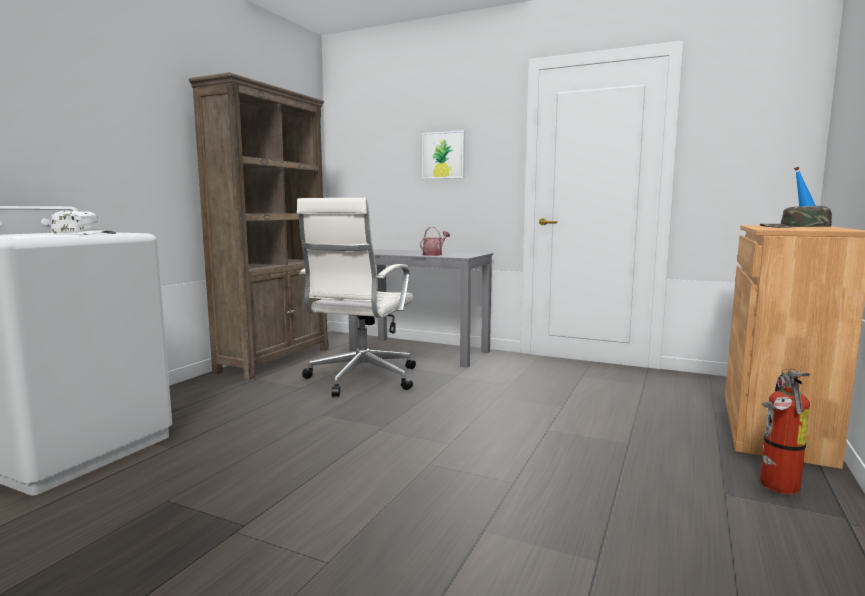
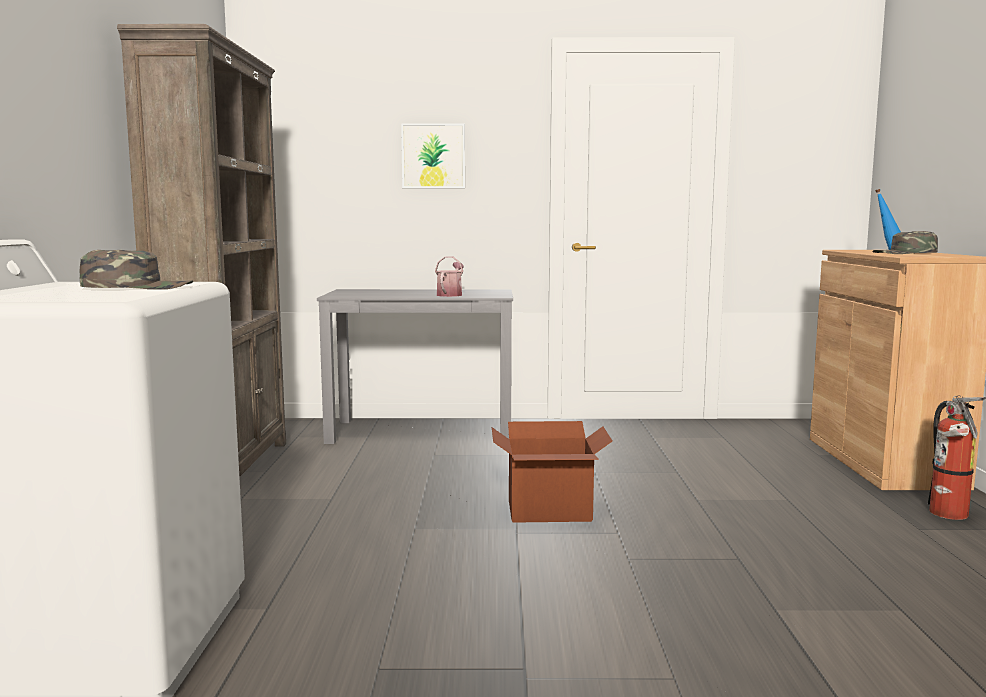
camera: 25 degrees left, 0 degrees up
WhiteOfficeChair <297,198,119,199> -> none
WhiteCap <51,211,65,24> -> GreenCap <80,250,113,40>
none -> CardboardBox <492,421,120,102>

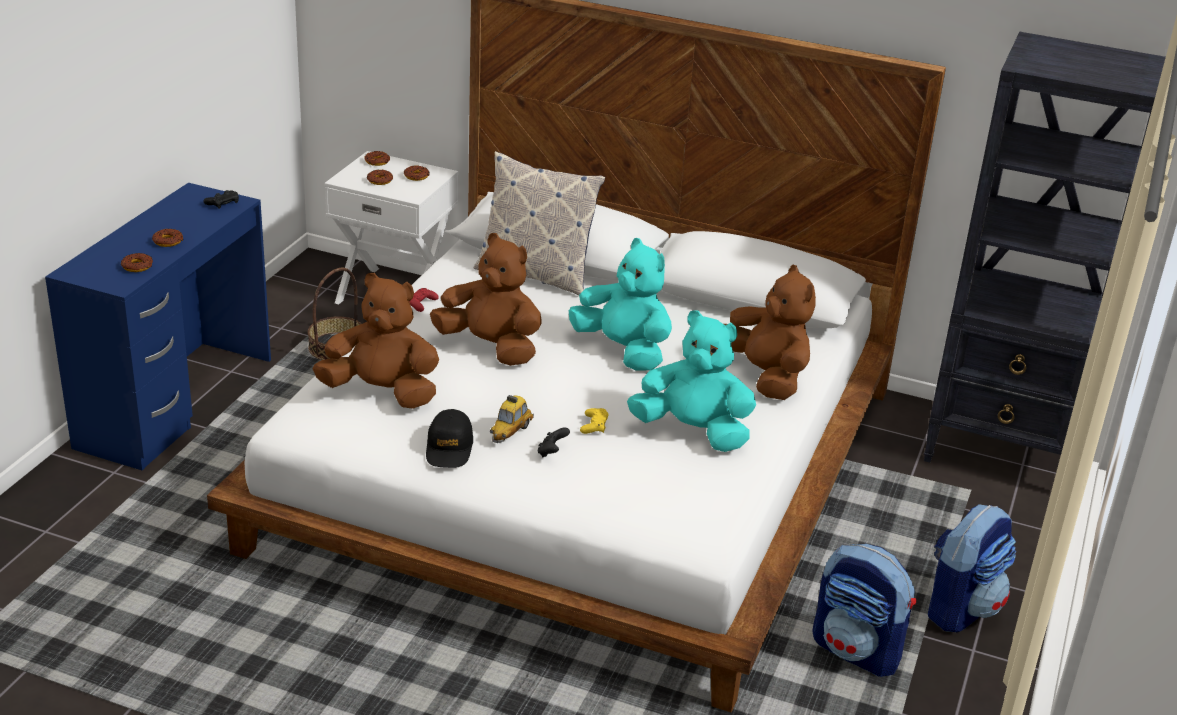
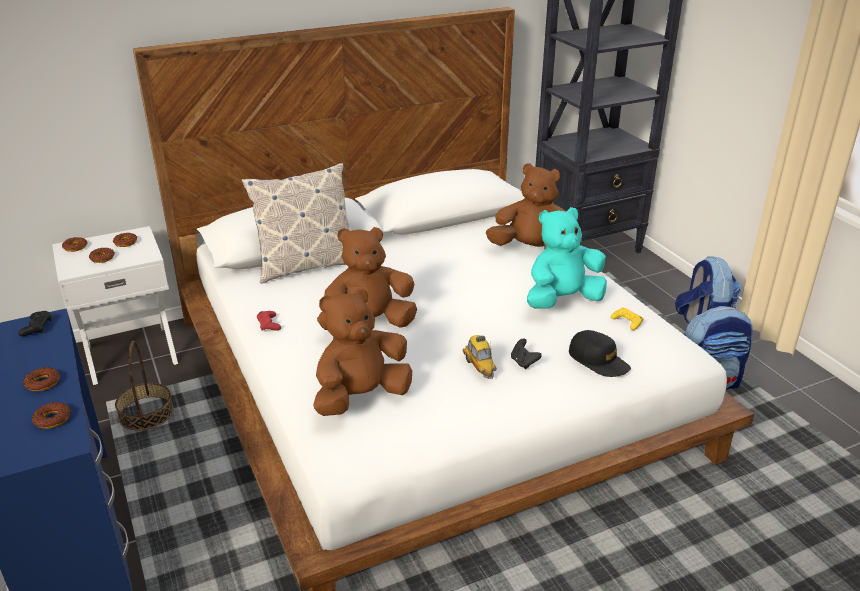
camera: 45 degrees left, 0 degrees up
TurquoisePlushToy <569,238,103,132> -> none
YellowGameController <580,408,29,26> -> YellowGameController <611,308,32,22>, relocated
BlackCap <426,409,47,59> -> BlackCap <569,330,62,47>, relocated

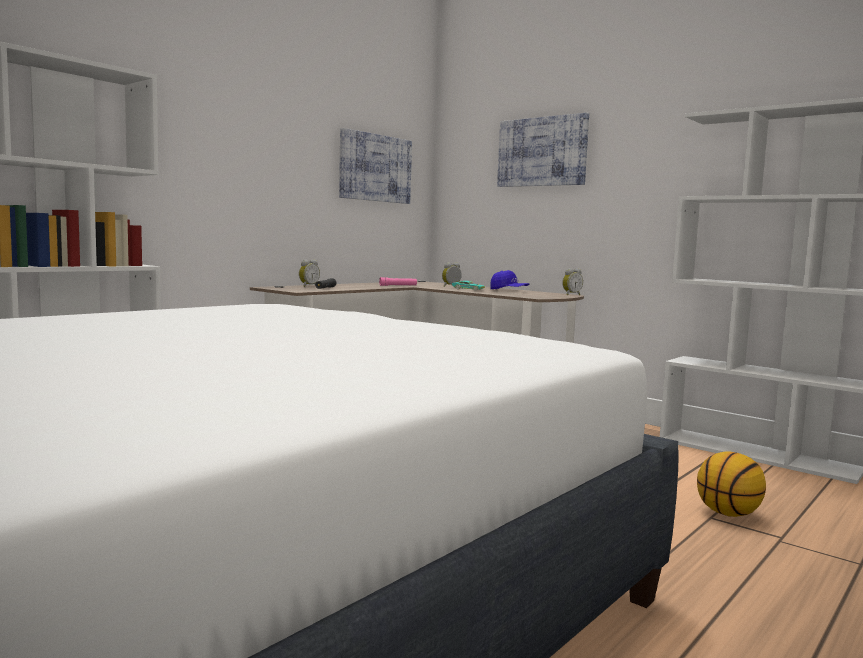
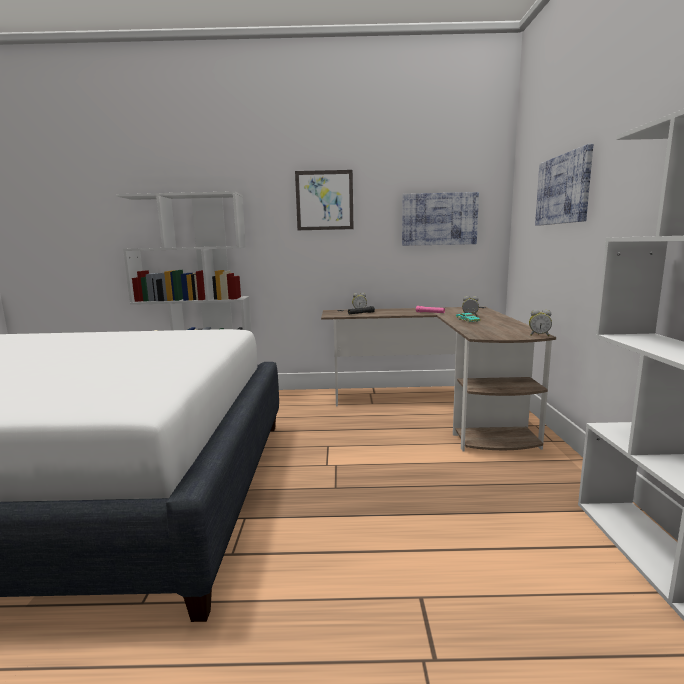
camera: 50 degrees right, 5 degrees up
BlueCap <490,270,39,20> -> none
Basketball <697,452,69,65> -> none
none -> Picture <295,170,59,60>

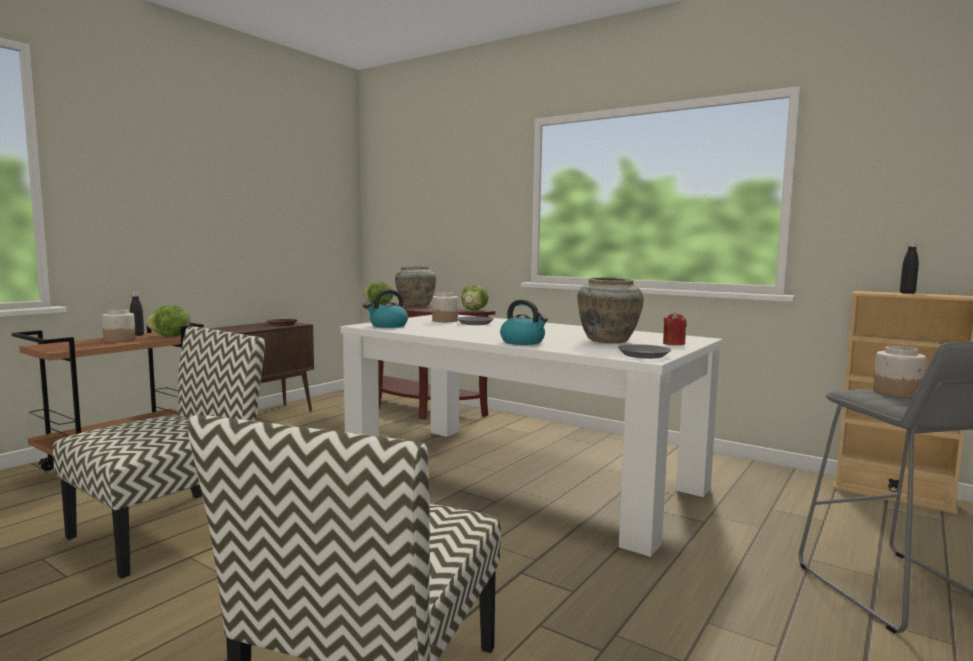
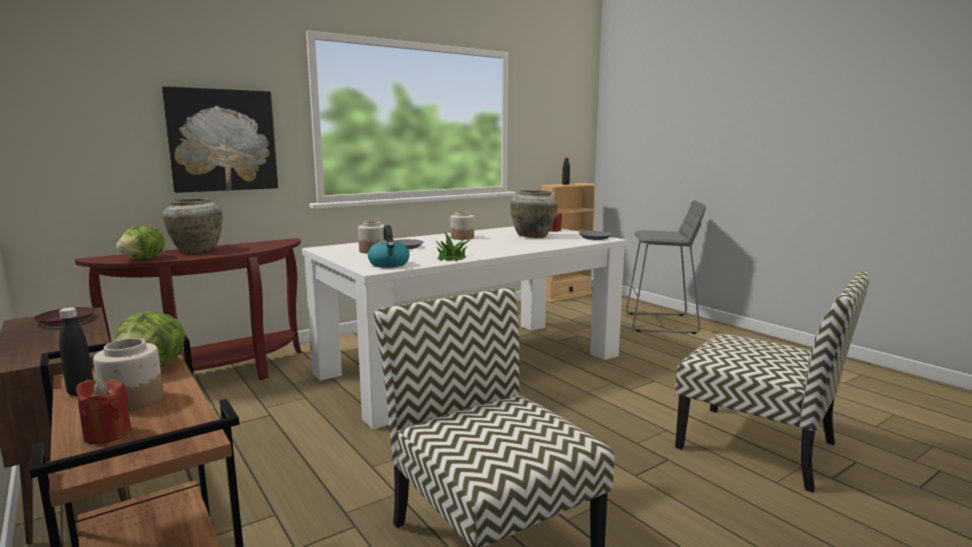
camera: 70 degrees left, 5 degrees up
Lettuce <462,285,26,25> -> none
Kettle <500,299,48,46> -> none
Jar <873,346,53,52> -> Jar <451,212,23,28>, relocated
none -> Picture <162,86,116,107>
none -> PottedPlant <435,231,35,30>
none -> RedCandle <75,378,56,66>

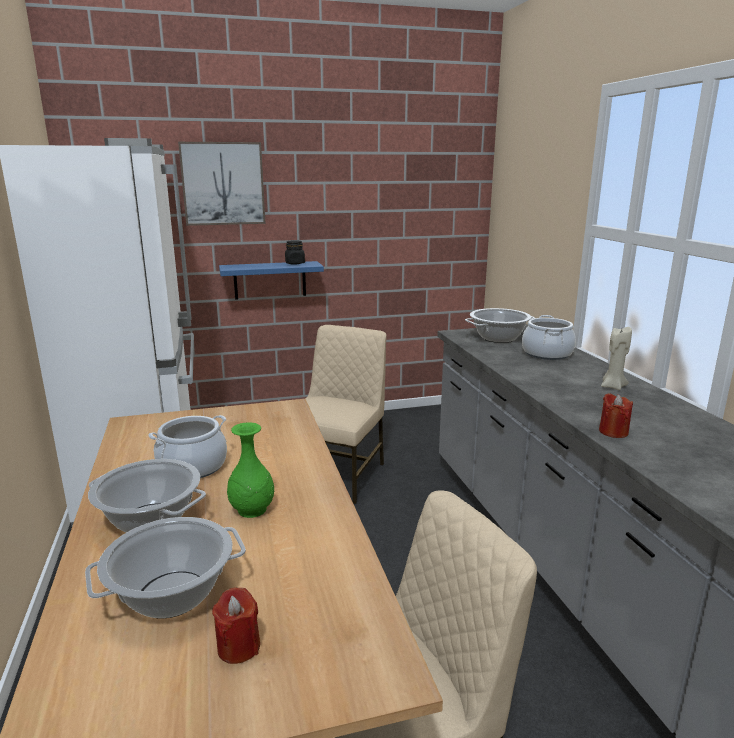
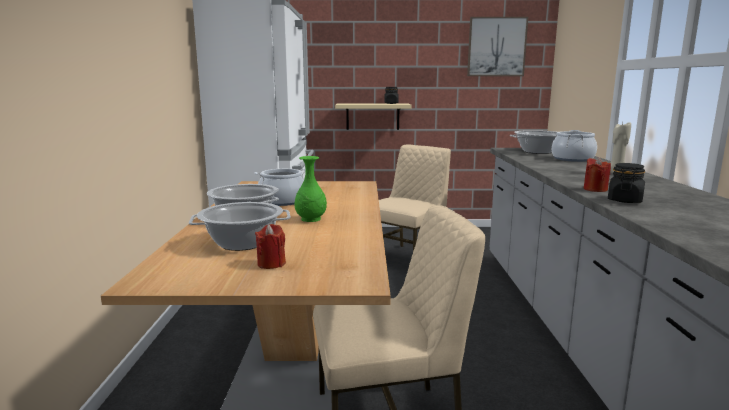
camera: 15 degrees right, 5 degrees down
Picture <178,142,88,84> -> Picture <467,17,61,59>, relocated
BlueShelf <219,261,105,39> -> BeigeShelf <335,104,76,26>
none -> BlackJar <608,163,37,40>

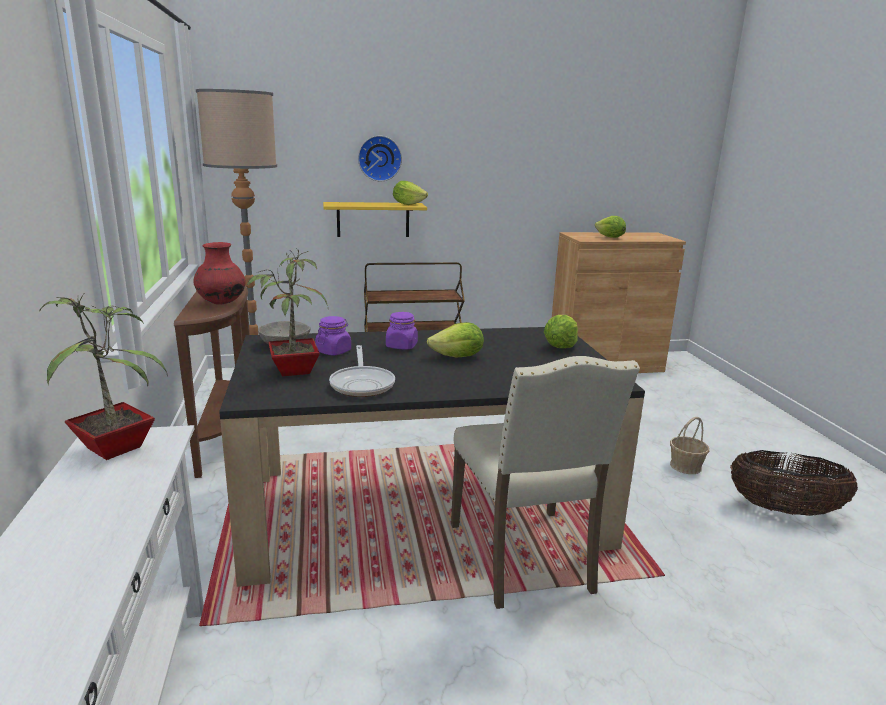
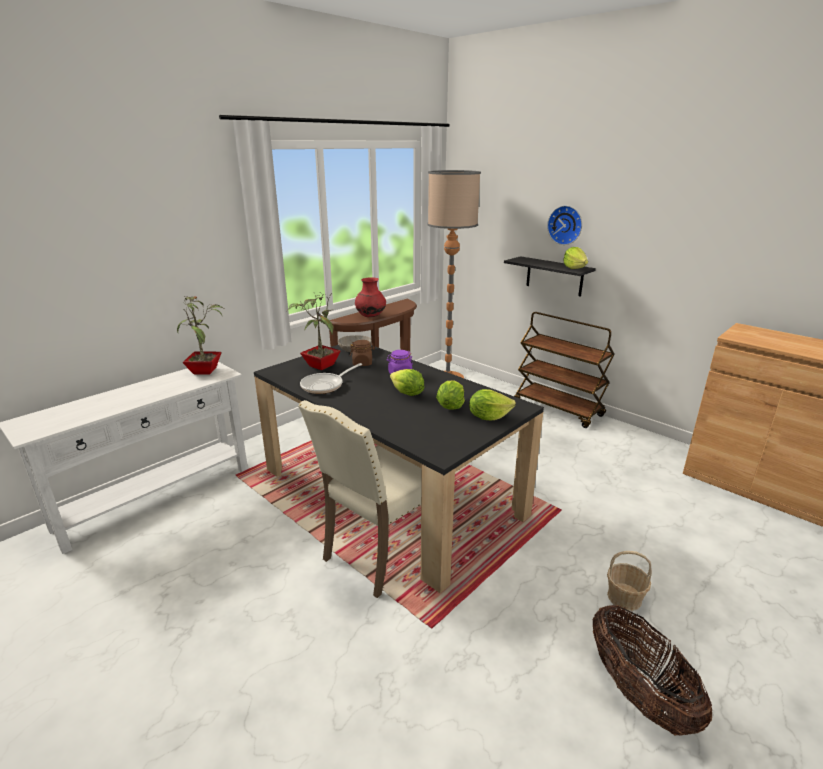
camera: 55 degrees right, 5 degrees up
YellowShelf <323,202,104,35> -> BlackShelf <504,256,92,41>
Lettuce <595,216,31,22> -> Lettuce <436,381,29,28>, relocated
PurpleJar <315,316,36,40> -> BrownJar <350,340,25,26>

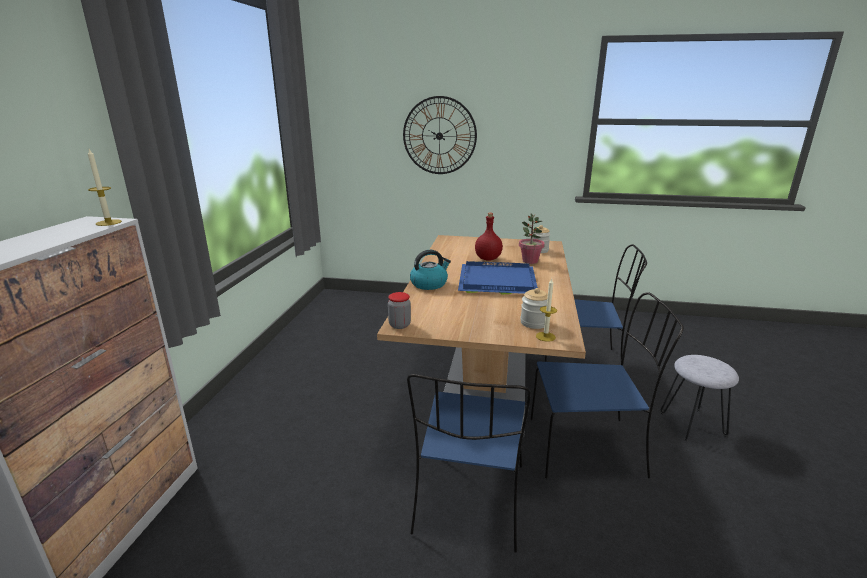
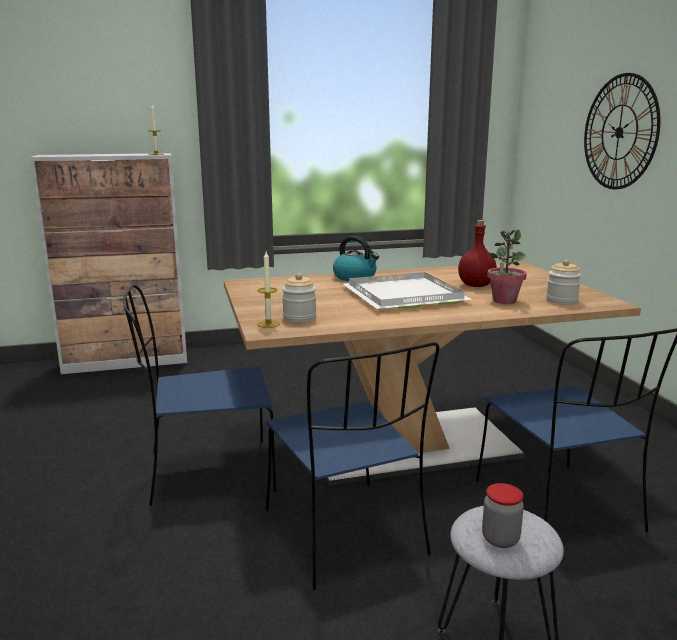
camera: 65 degrees right, 5 degrees down
BlueTray <458,261,80,33> -> WhiteTray <343,272,130,37>
Jar <388,292,23,37> -> Jar <482,483,42,65>, relocated

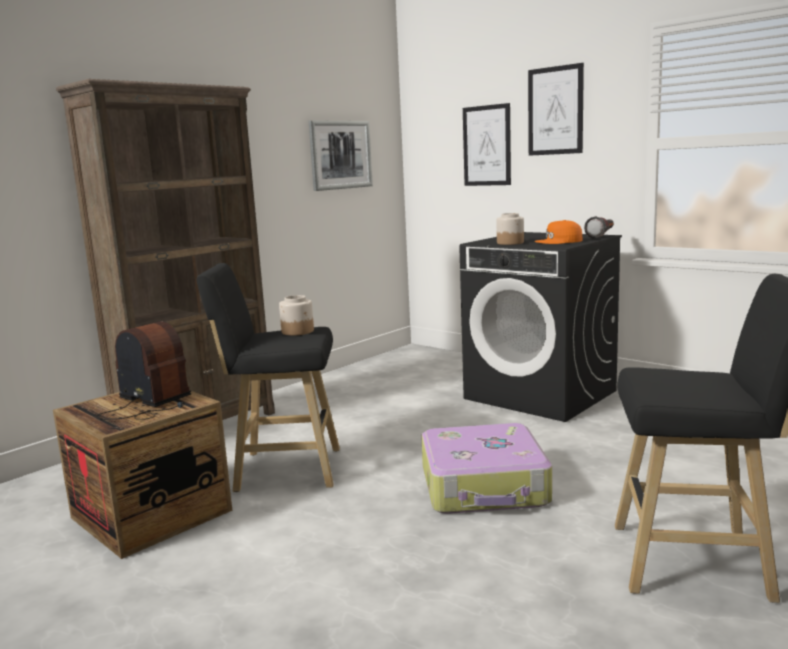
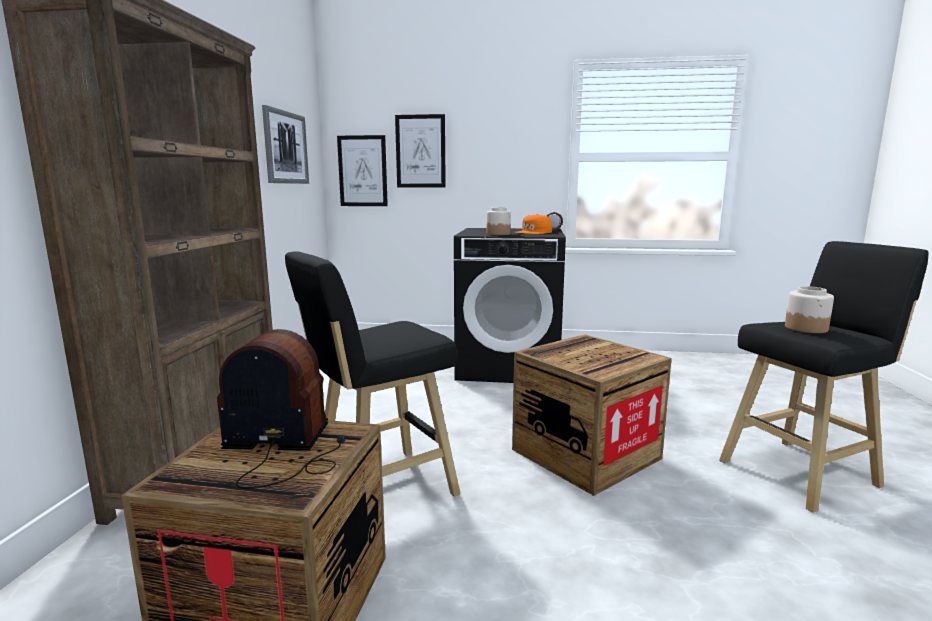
camera: 35 degrees left, 0 degrees up
Picture <528,63,56,93> -> Picture <337,135,51,71>, relocated
Jar <279,295,35,41> -> Jar <785,286,49,47>, relocated
Suitcase <421,423,131,91> -> Crate <512,334,160,162>

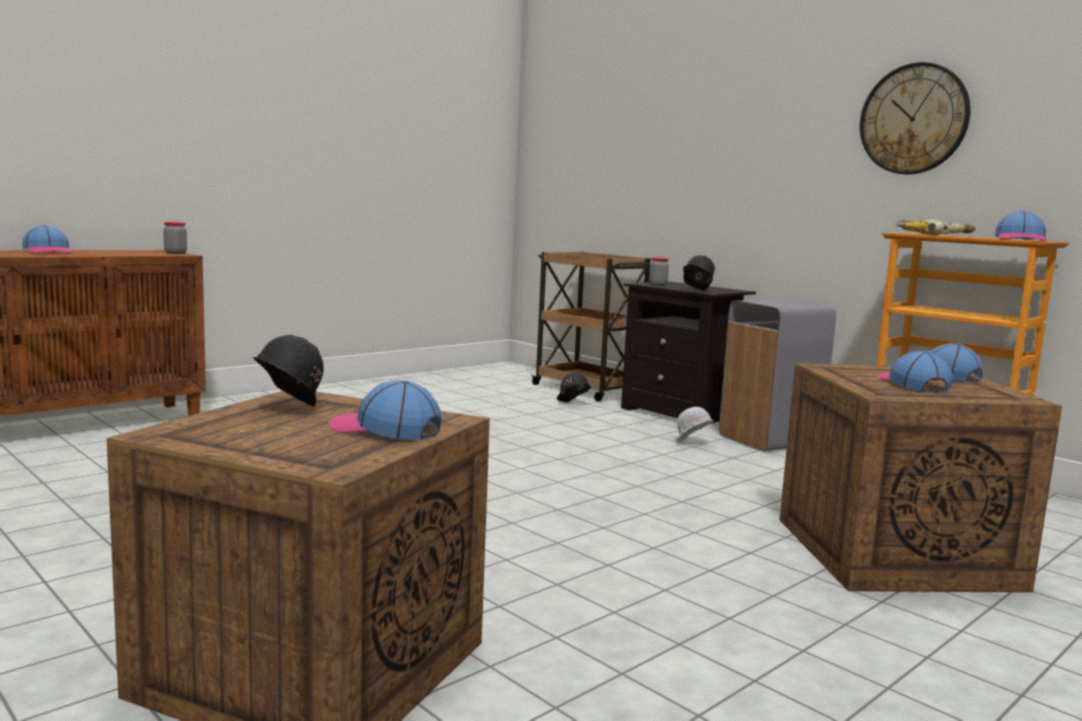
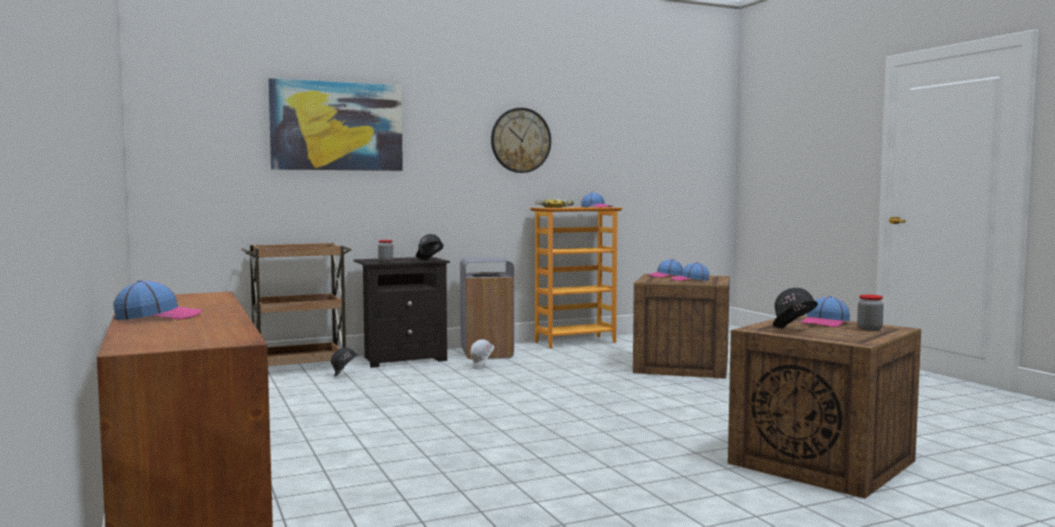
camera: 70 degrees left, 5 degrees down
Jar <163,222,24,32> -> Jar <857,295,27,36>, relocated
none -> Picture <268,78,135,93>

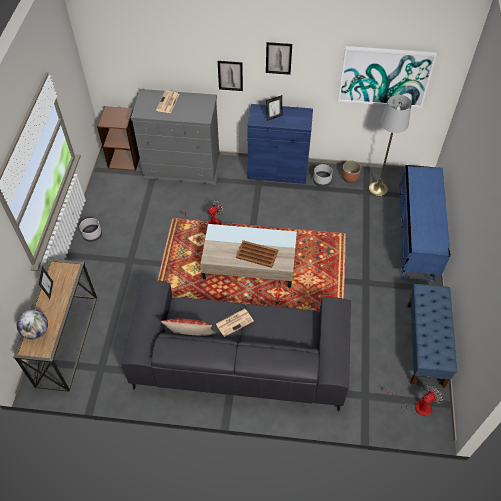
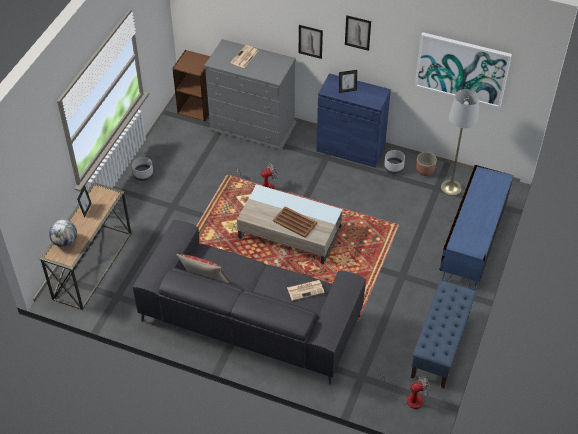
camera: 15 degrees right, 5 degrees down
Newspaper <216,309,38,28> -> Newspaper <287,280,38,21>, relocated

